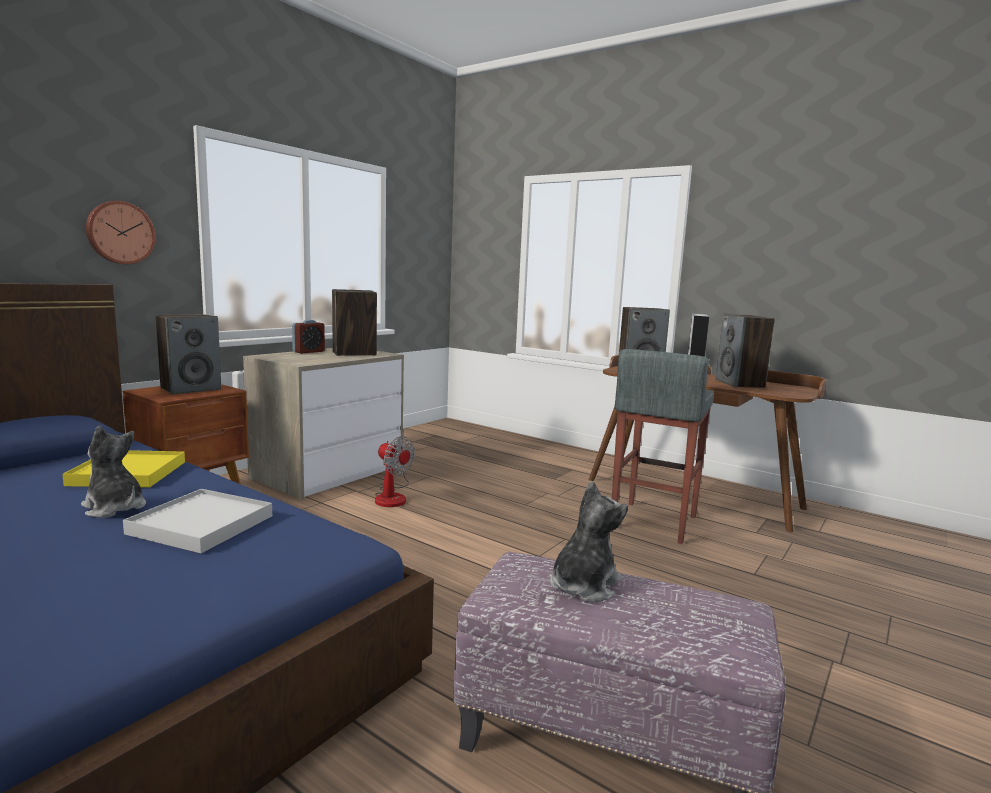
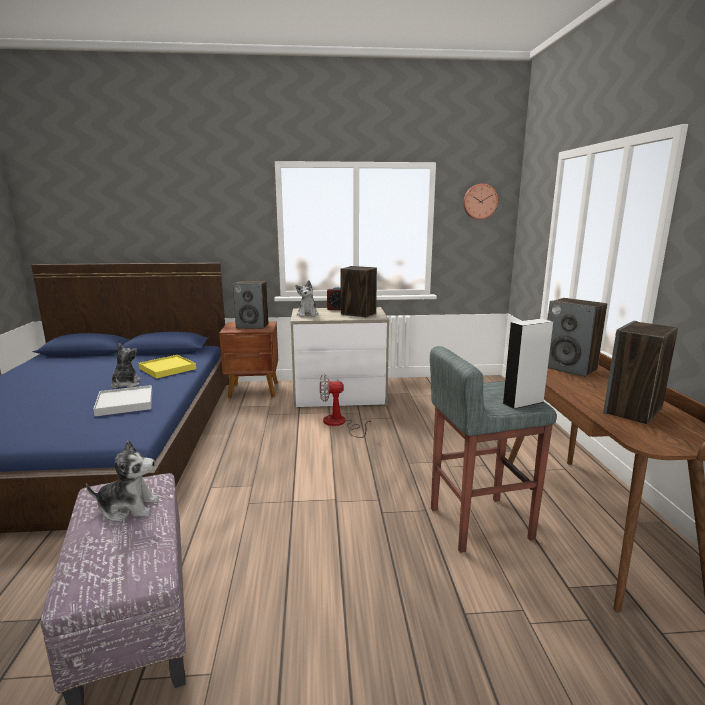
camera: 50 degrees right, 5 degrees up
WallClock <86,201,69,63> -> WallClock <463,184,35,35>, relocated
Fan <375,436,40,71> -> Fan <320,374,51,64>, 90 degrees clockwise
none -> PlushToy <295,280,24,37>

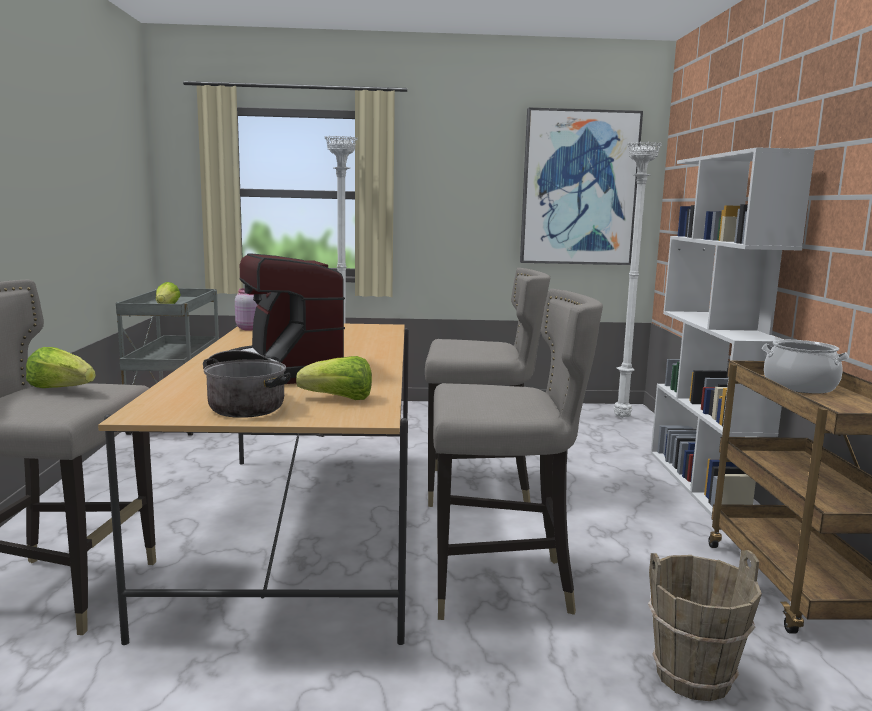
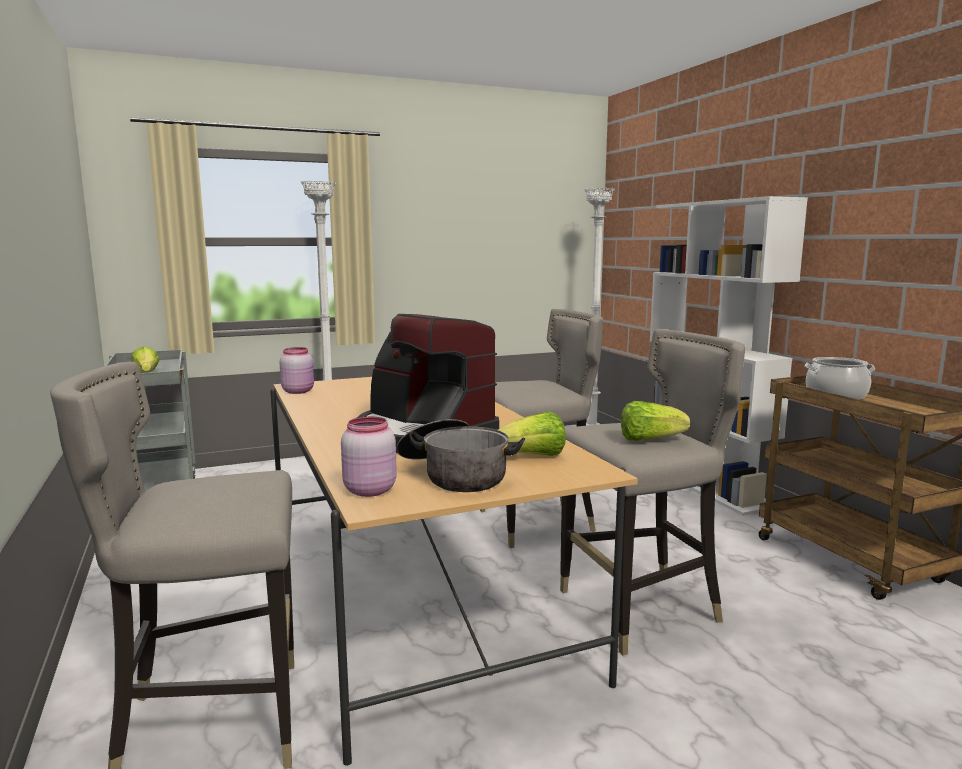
camera: 20 degrees left, 0 degrees up
Picture <520,108,123,157> -> none
Lettuce <26,347,70,41> -> Lettuce <621,401,69,40>, relocated
BrownBucket <648,550,114,151> -> none
none -> PinkJar <341,417,56,80>

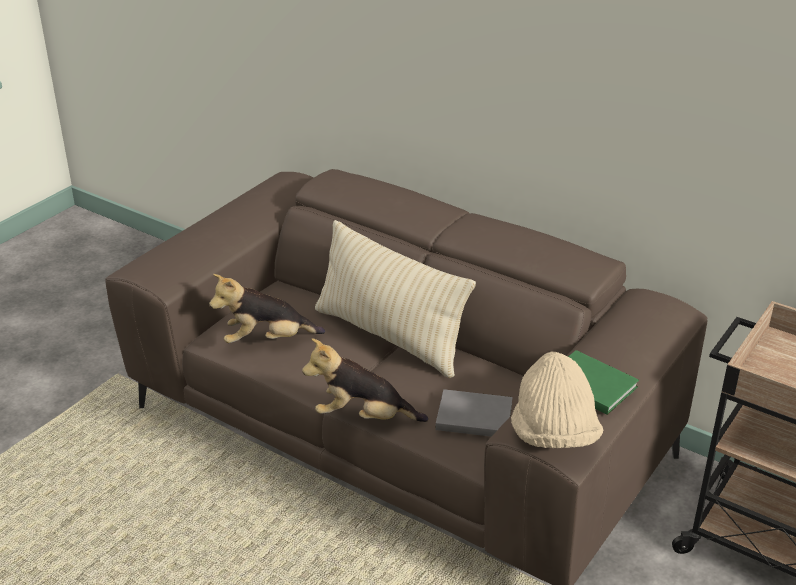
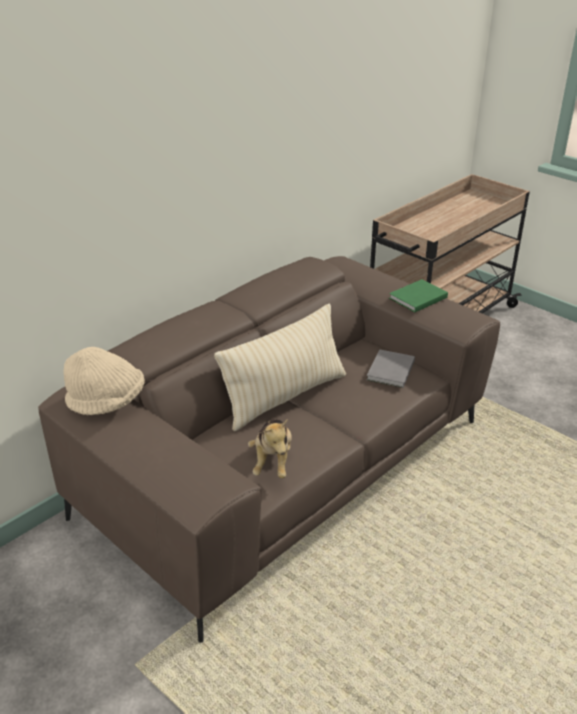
camera: 80 degrees left, 0 degrees up
PlushToy <302,338,126,84> -> none
BeigeHat <511,351,92,97> -> BeigeHat <63,347,82,68>, relocated

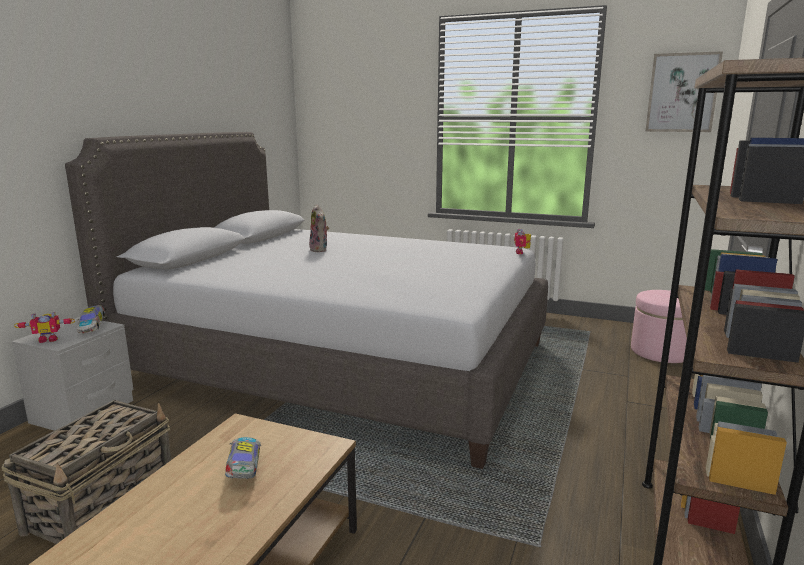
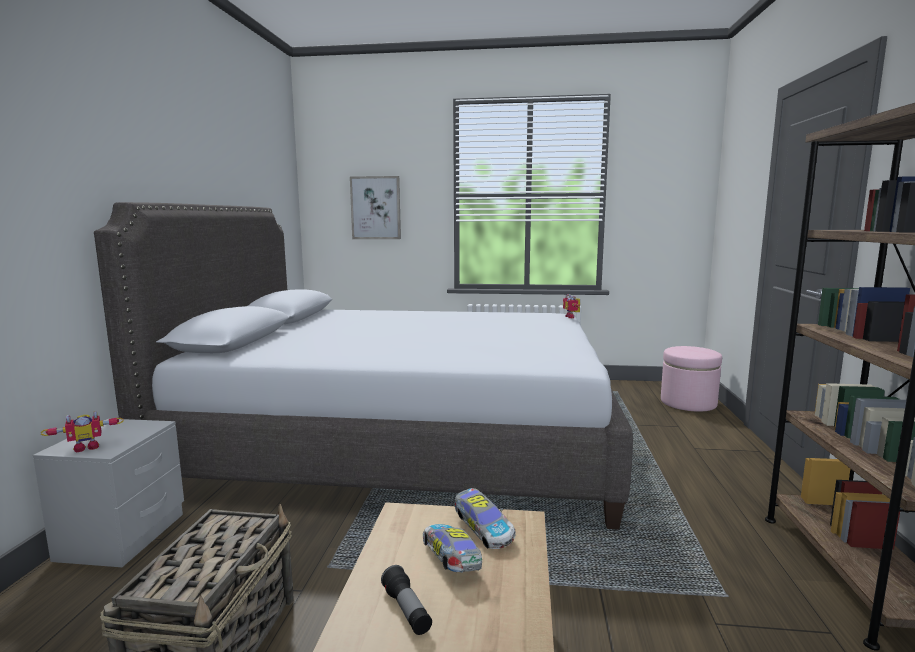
camera: 15 degrees left, 5 degrees down
Picture <645,51,78,81> -> Picture <350,176,51,63>, relocated
PlushToy <309,204,20,48> -> none
ToyCar <76,305,29,29> -> ToyCar <455,488,61,61>, relocated
none -> Flashlight <381,565,51,70>

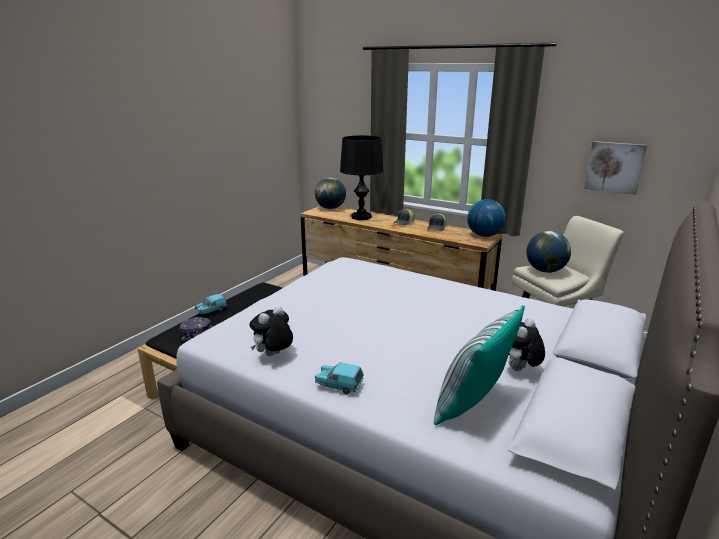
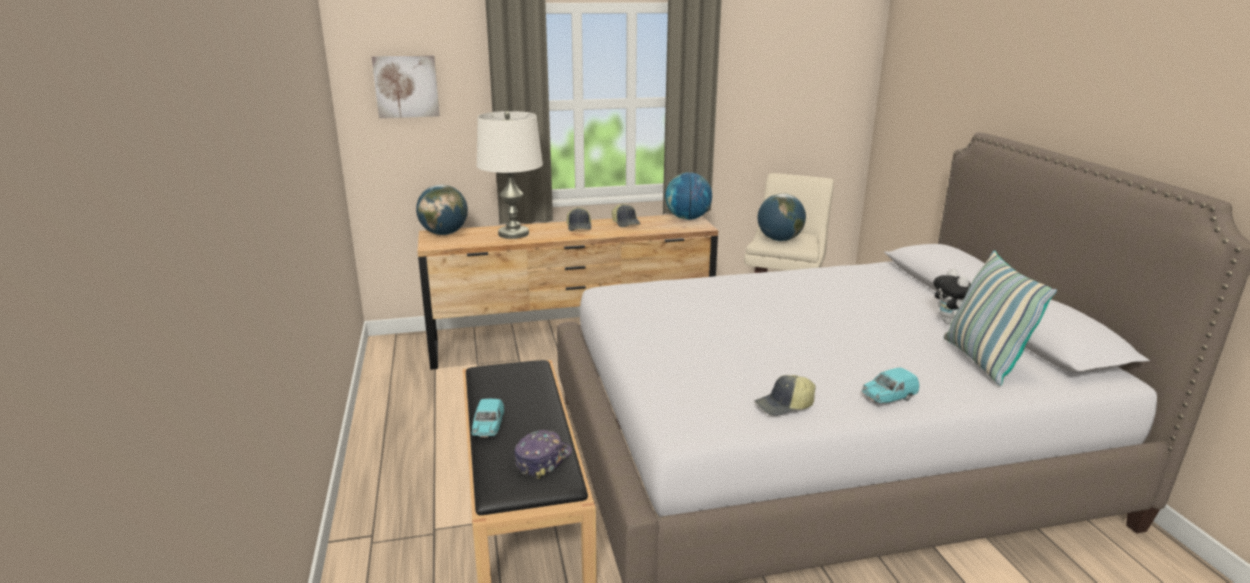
camera: 45 degrees left, 0 degrees up
BlackTableLamp <340,135,43,85> -> WhiteTableLamp <477,111,66,128>
Picture <584,141,63,54> -> Picture <372,55,68,63>, relocated
PlushToy <249,306,44,50> -> Cap <755,375,60,41>

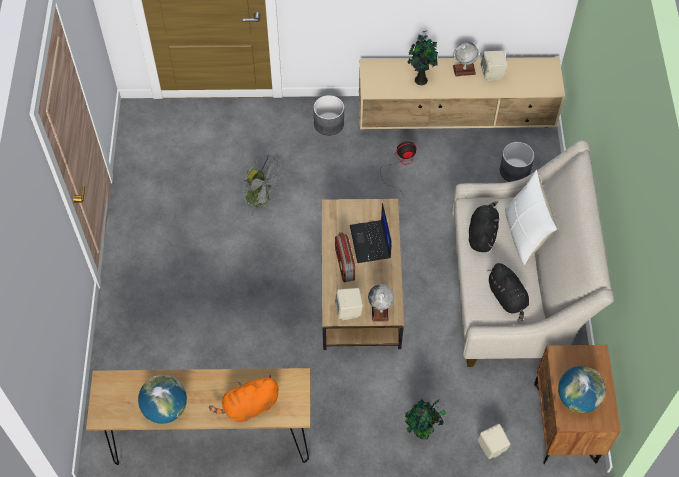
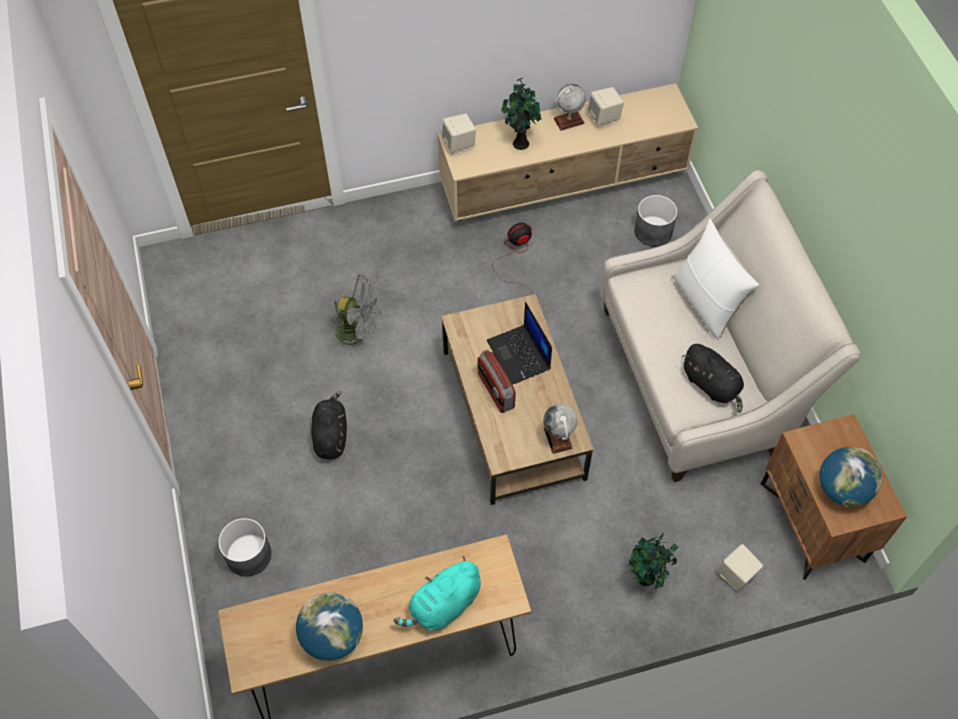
camera: 15 degrees left, 0 degrees up
GreyPlanter <313,95,31,41> -> GreyPlanter <218,518,54,59>, relocated
BlackPlushToy <469,201,30,51> -> BlackPlushToy <311,391,36,68>, relocated
BeigeSpeaker <335,288,28,32> -> BeigeSpeaker <442,113,34,43>, relocated
OrangePlushToy <209,374,70,48> -> TurquoisePlushToy <394,556,87,75>

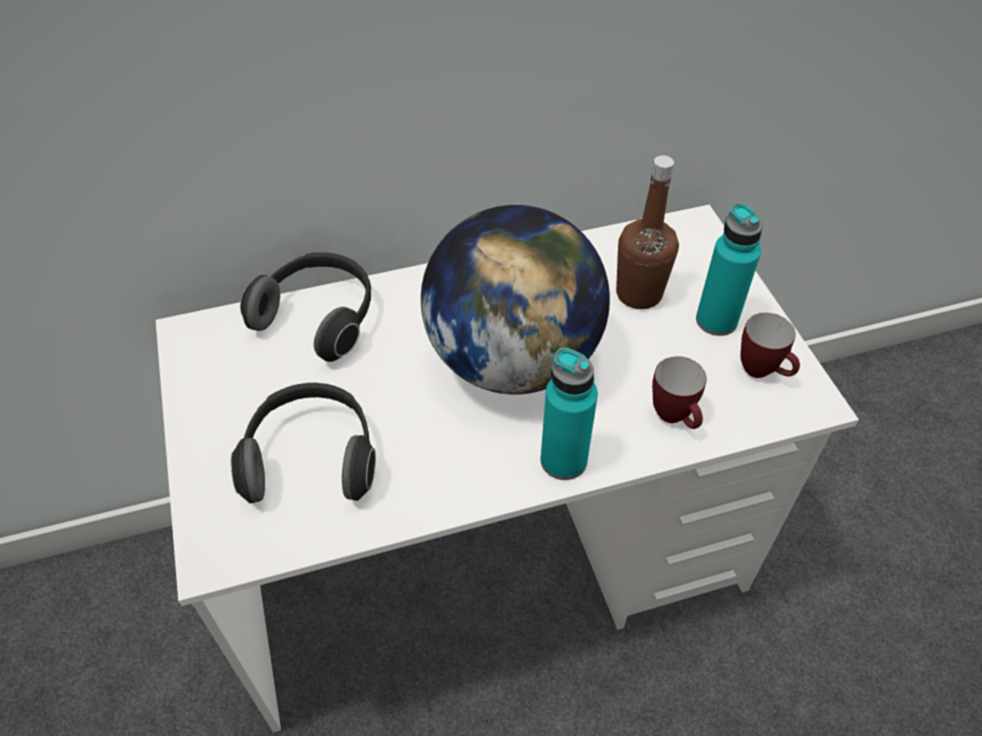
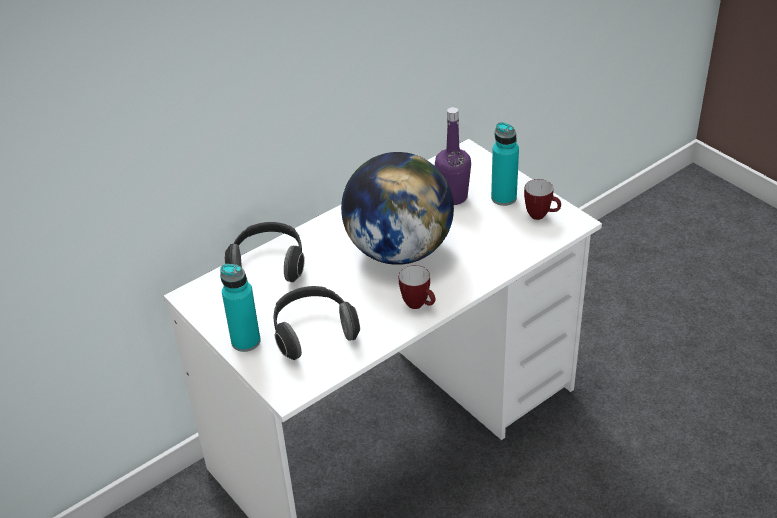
camera: 20 degrees left, 10 degrees down
BrownBottle <616,155,63,154> -> PurpleBottle <435,107,36,98>
TurquoiseBottle <540,347,58,133> -> TurquoiseBottle <220,264,41,88>, relocated
Mug <652,356,55,73> -> Mug <399,265,36,44>, relocated

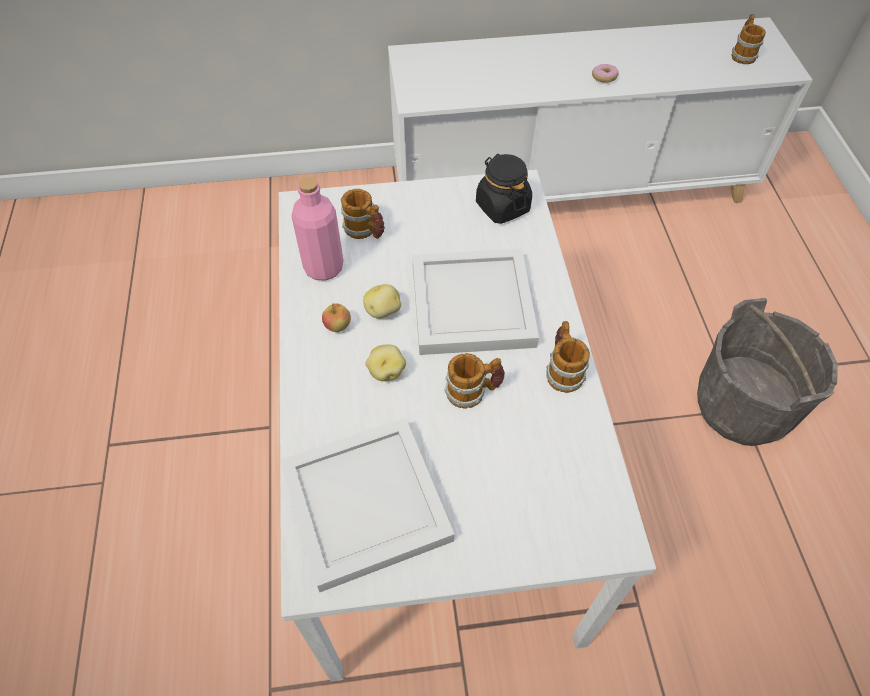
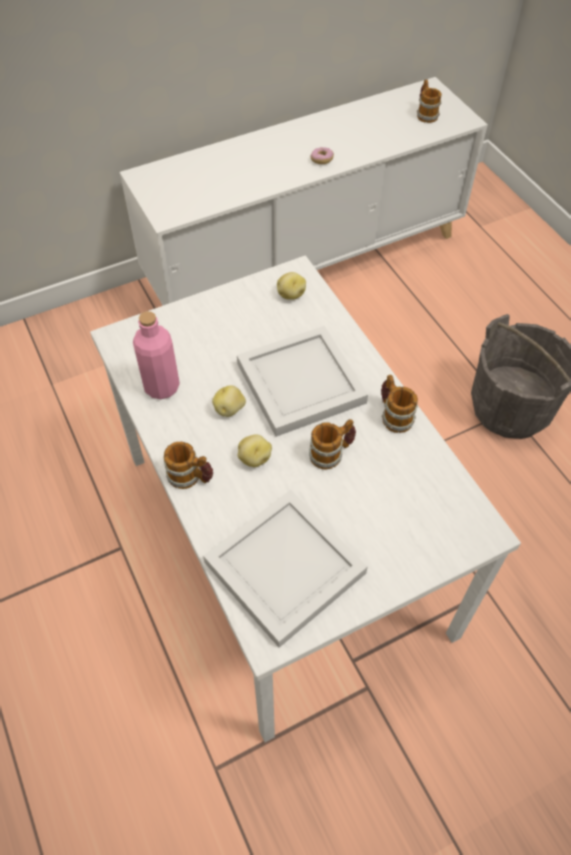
camera: 20 degrees left, 0 degrees up
BlackJar <476,154,56,70> -> Potato <277,272,29,28>
Mug <341,189,44,50> -> Mug <164,442,49,47>, relocated
Apple <322,303,29,29> -> none

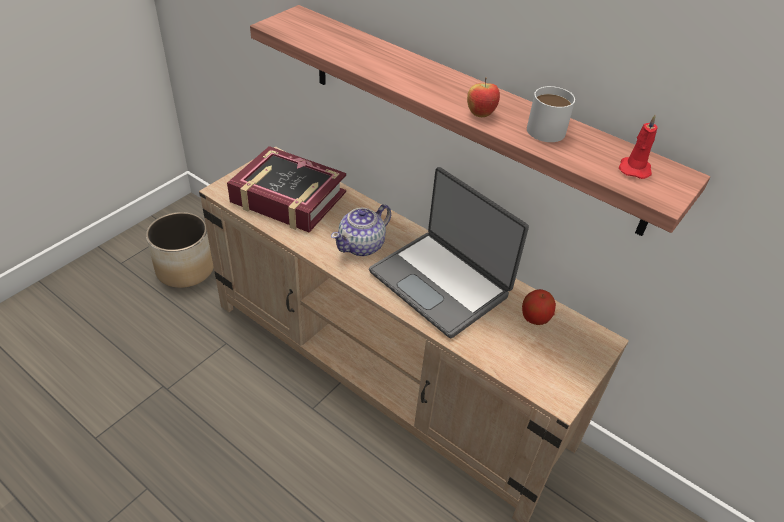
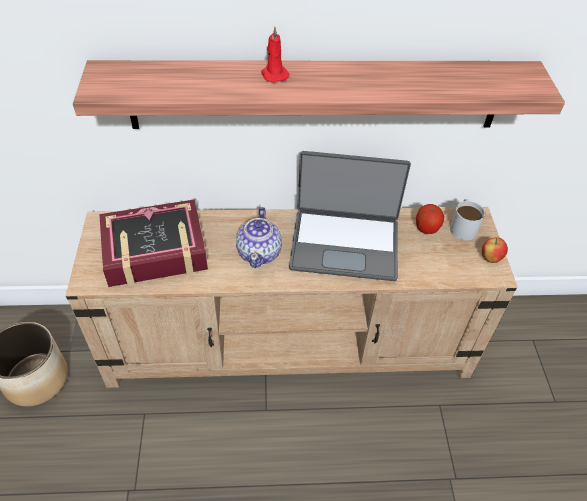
camera: 40 degrees left, 5 degrees up
Apple <467,77,33,40> -> Apple <482,237,26,26>, relocated
WhiteMug <527,86,48,56> -> WhiteMug <450,199,35,41>, relocated
RedCandle <619,115,39,64> -> RedCandle <261,27,29,56>, relocated

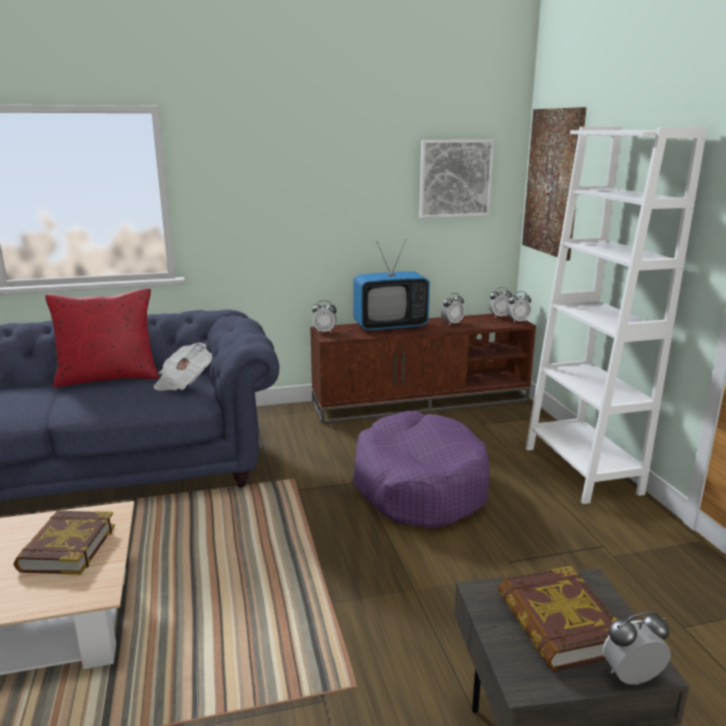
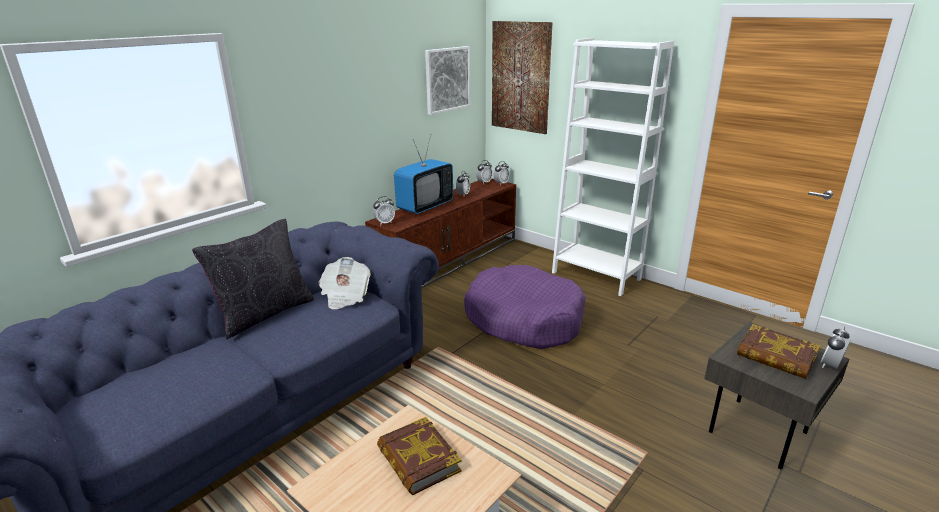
camera: 35 degrees left, 5 degrees up
RedPillow <45,289,114,98> -> BlackPillow <192,219,122,120>

